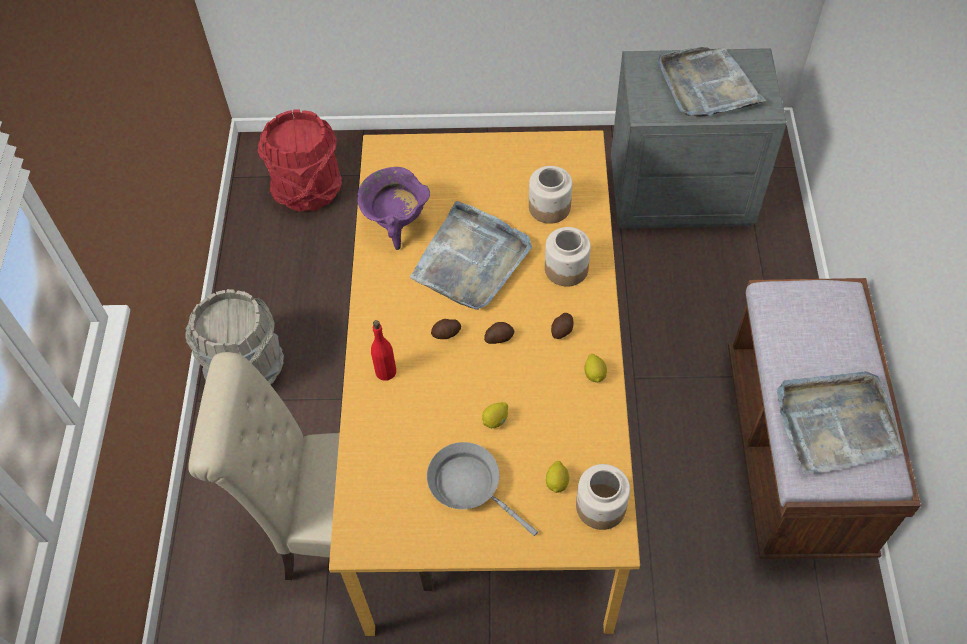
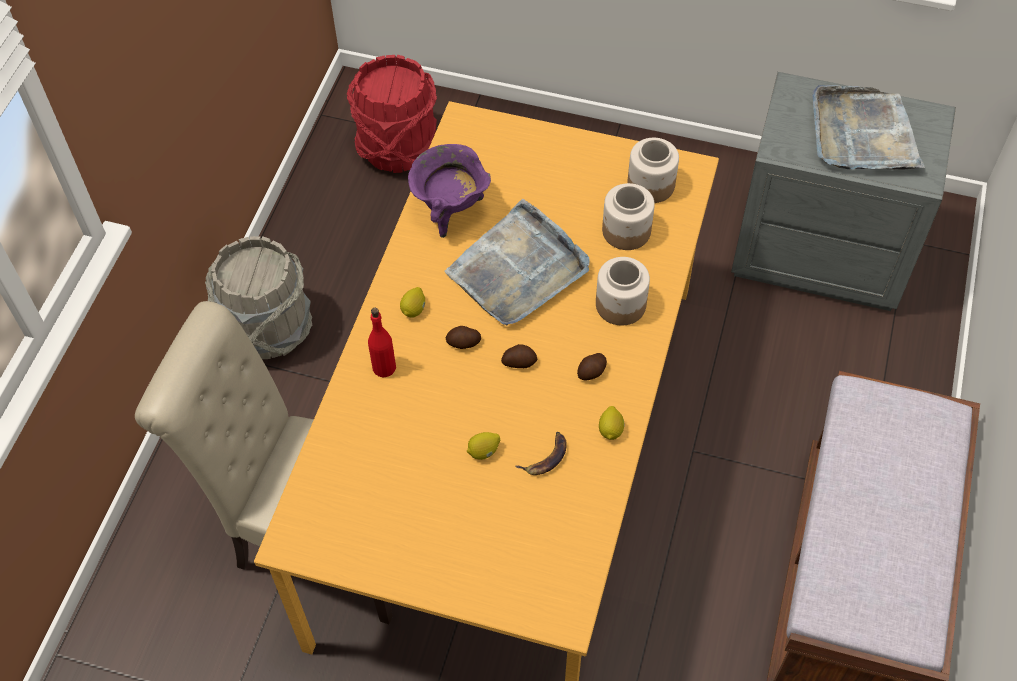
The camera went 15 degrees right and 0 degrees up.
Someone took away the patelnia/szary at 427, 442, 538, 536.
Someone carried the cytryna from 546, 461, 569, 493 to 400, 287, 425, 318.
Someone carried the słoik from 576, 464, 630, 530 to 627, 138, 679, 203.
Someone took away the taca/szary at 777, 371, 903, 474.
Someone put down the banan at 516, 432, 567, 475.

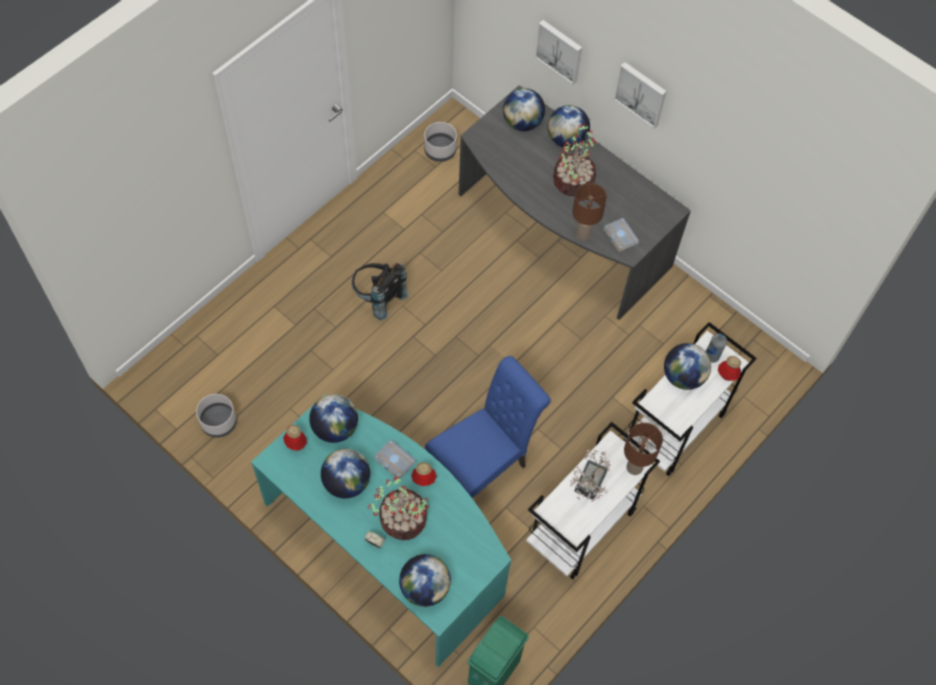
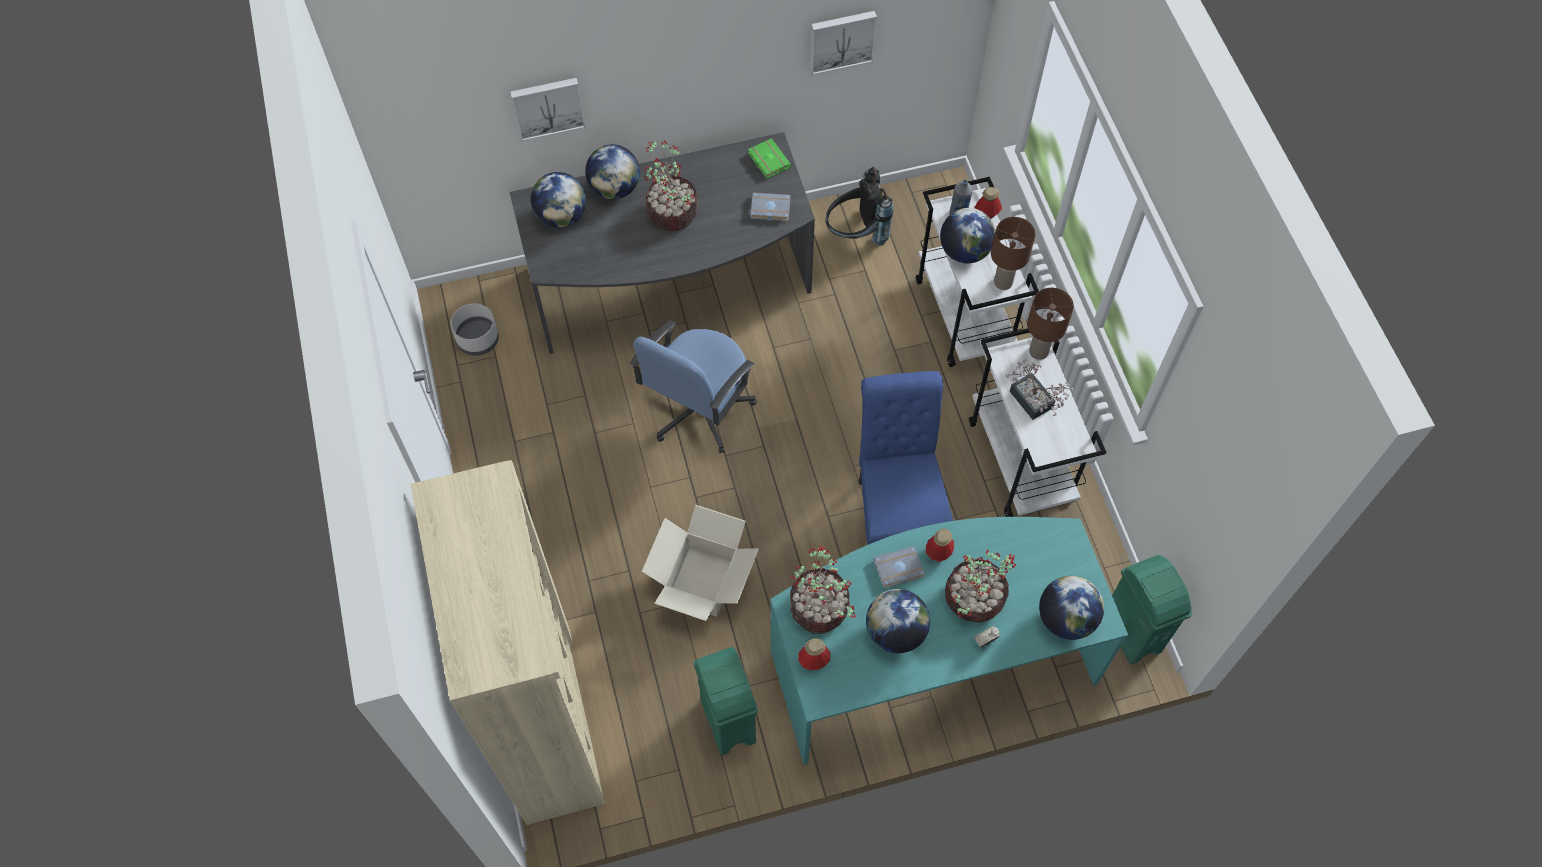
The camera went 55 degrees left and 0 degrees up.
Someone took away the donica/szary at 196, 394, 237, 438.
Someone swapped the globus at 309, 394, 358, 443 for the roślina doniczkowa at 790, 545, 856, 634.
Someone carried the plecak/czarny from 352, 263, 408, 321 to 825, 167, 893, 246.
Someone carried the lampa stołowa/brązowy from 572, 183, 607, 240 to 991, 217, 1036, 290.
Someone carried the obraz from 614, 62, 667, 128 to 810, 11, 877, 75.
Someone put down the regał/beżowy at 411, 460, 605, 825.
Someone put down the krzesło biurowe/niebieski at 630, 320, 757, 453.
Someone put down the karton at 642, 505, 759, 621.
Someone put down the kosz na śmieci/zielony at 694, 647, 758, 755.
Someone put down the książka/zielony at 748, 139, 791, 179.

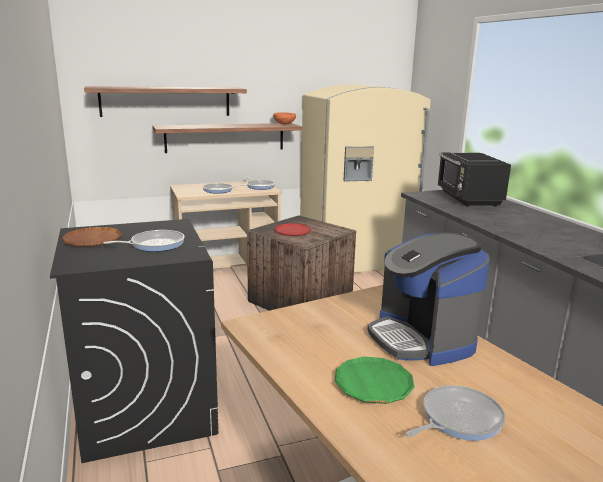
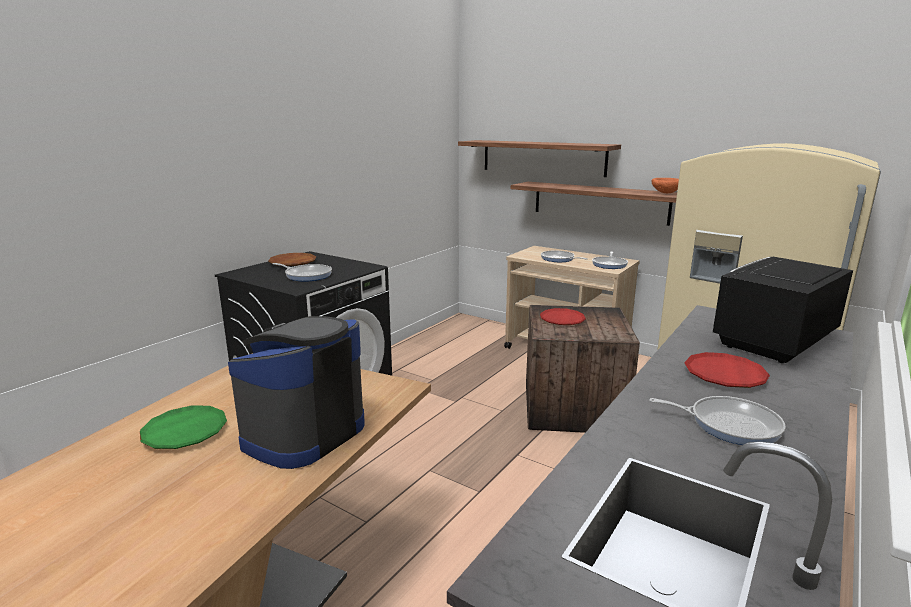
The camera went 55 degrees right and 0 degrees up.
Someone carried the patelnia from 406, 385, 506, 441 to 649, 396, 786, 445.
Someone put down the talerz/czerwony at 684, 352, 770, 388.

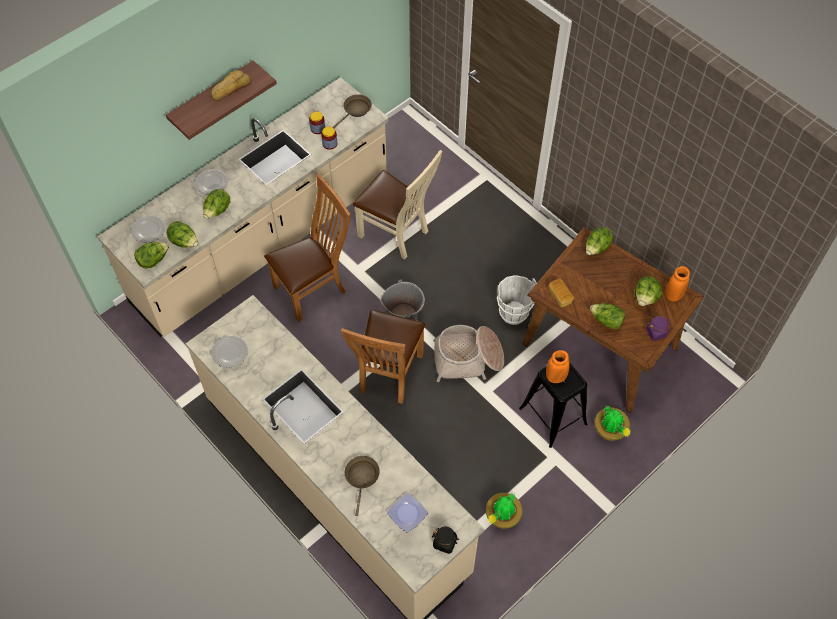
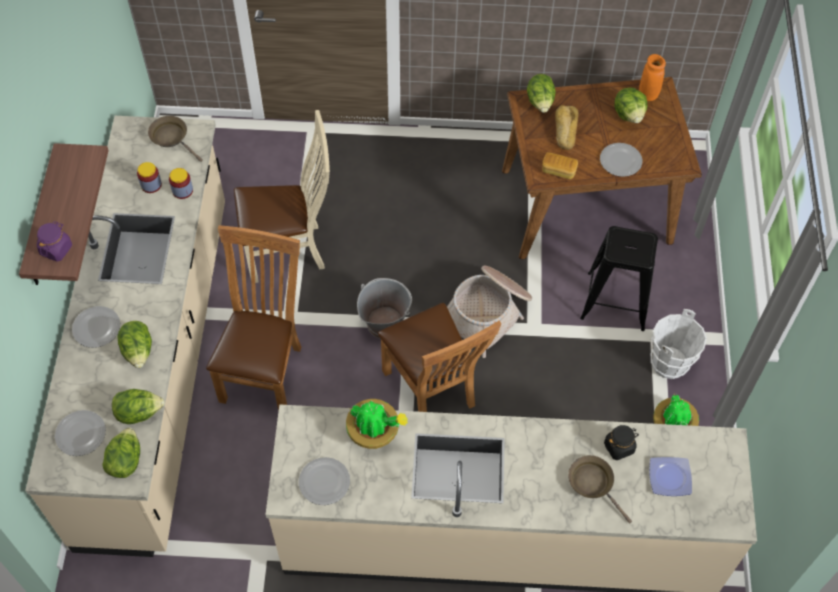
The camera went 45 degrees left and 0 degrees up.
Someone carried the chleb from 211, 70, 251, 101 to 555, 105, 579, 150.
Someone rotated the patelnia/brązowy at 333, 94, 372, 128 by 45 degrees counterclockwise.
Someone carried the słoik/czarny from 432, 526, 459, 554 to 604, 425, 639, 460.
Someone carried the wiadro/biały from 497, 275, 537, 325 to 651, 309, 707, 379.
Someone took away the wazon/pomarańczowy at 546, 350, 570, 383.
Someone swapped the sałata at 590, 303, 625, 330 for the talerz at 600, 143, 642, 177.
Someone carried the roślina doniczkowa from 594, 406, 631, 441 to 346, 399, 408, 449.
Someone carried the słoik/fioletowy from 646, 316, 671, 341 to 37, 221, 72, 262.

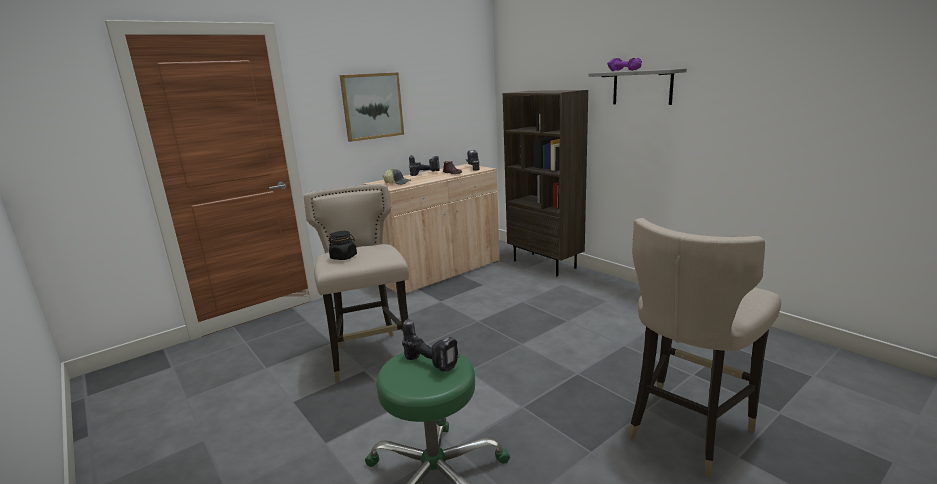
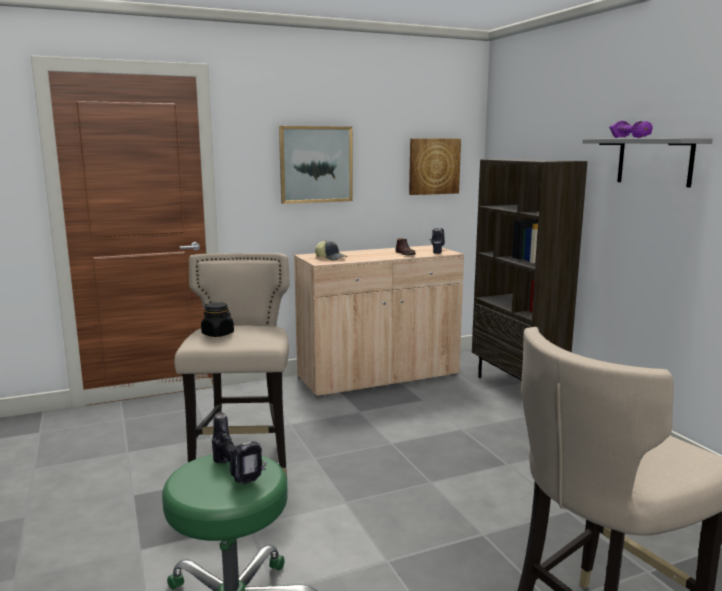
The camera went 15 degrees right and 5 degrees down.
Someone took away the wiertarka at 409, 155, 440, 176.
Someone put up the obraz at 409, 139, 461, 195.

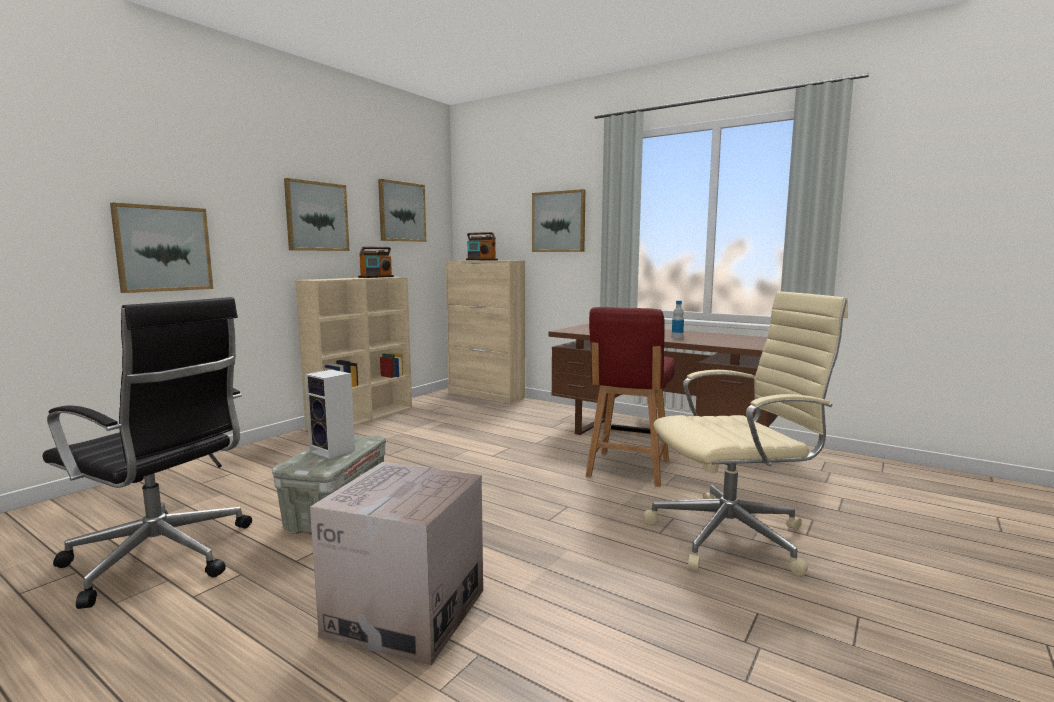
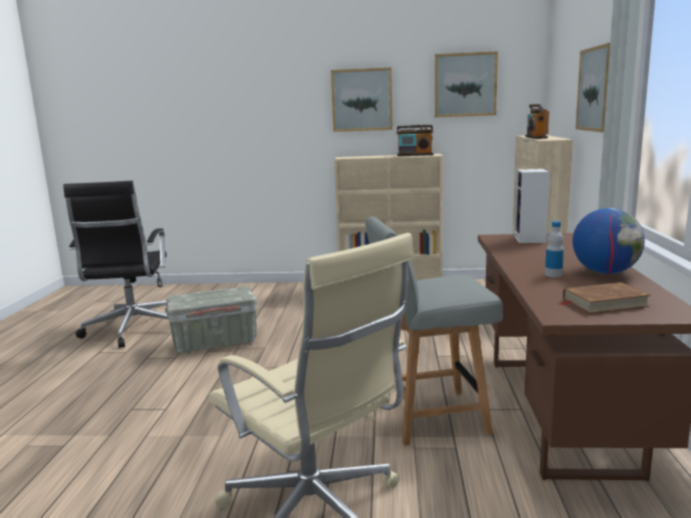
The camera went 60 degrees right and 5 degrees up.
Someone took away the obraz at 110, 203, 213, 293.
Someone carried the głośnik from 305, 369, 355, 459 to 514, 169, 550, 243.
Someone took away the karton at 310, 462, 483, 666.
Someone repainted the krzesło/czerwony at 586, 307, 675, 487, which became the krzesło/szary at 365, 217, 503, 446.
Someone put down the książka/brązowy at 559, 282, 650, 314.
Someone put down the globus at 572, 208, 645, 274.

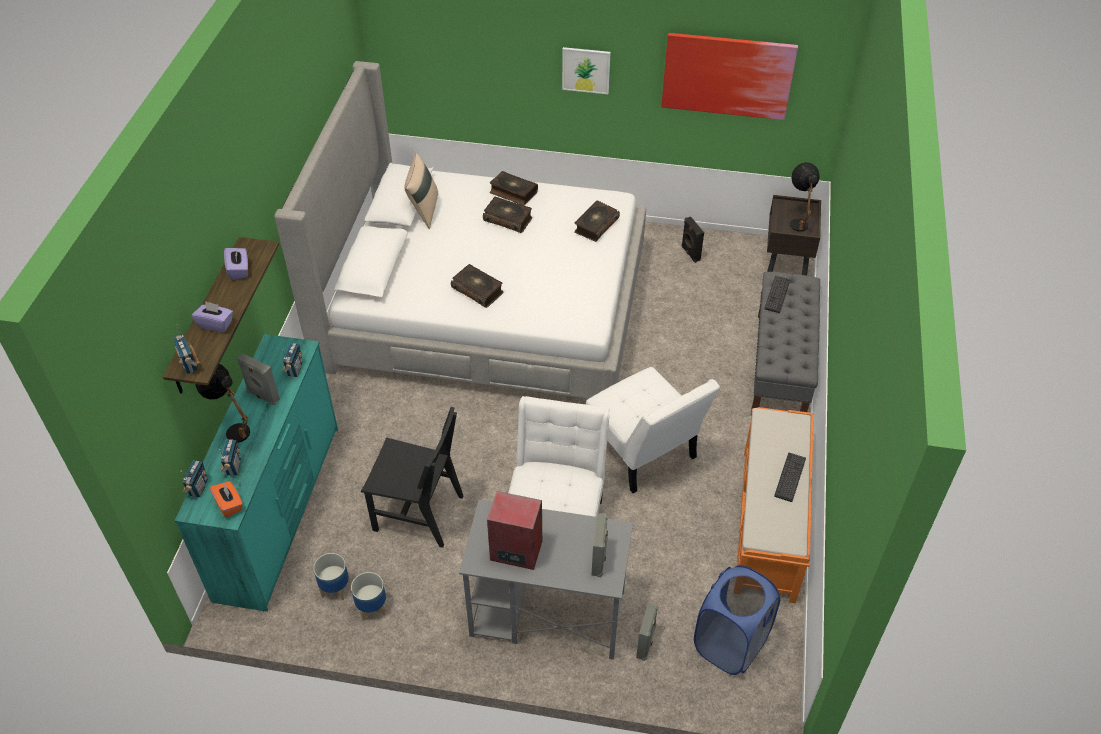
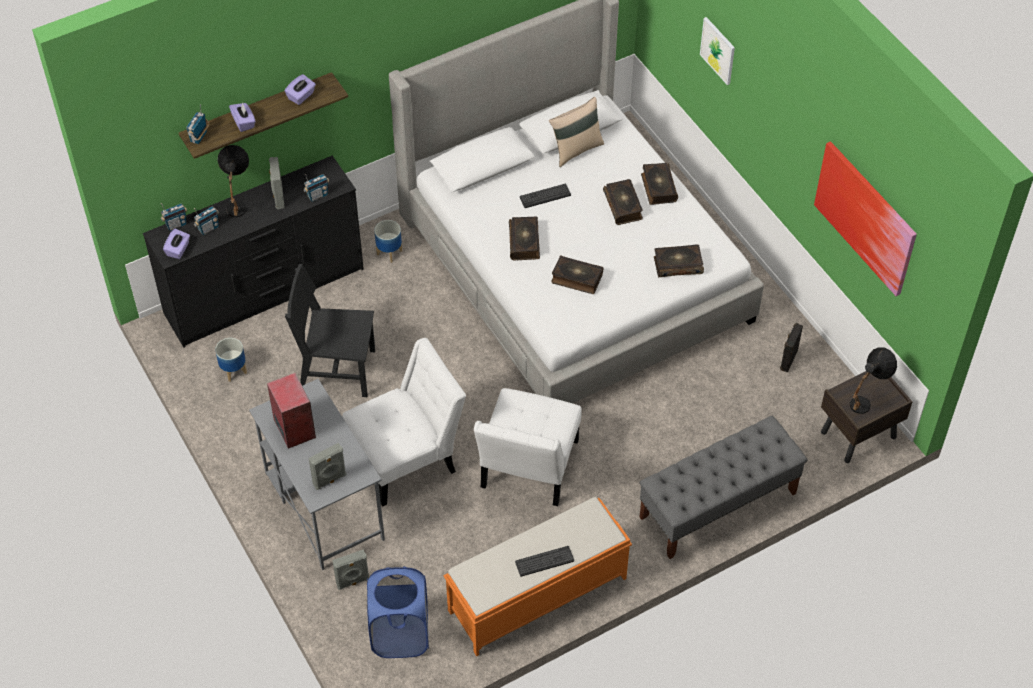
The camera went 50 degrees right and 5 degrees up.
Someone repainted the komoda/turkusowy at 175, 334, 338, 612, which became the komoda/czarny at 143, 155, 364, 348.
Someone repainted the pudełko chusteczek/pomarańczowy at 210, 481, 243, 517, which became the pudełko chusteczek/fioletowy at 163, 229, 190, 259.
Someone carried the donica from 351, 572, 386, 621 to 374, 220, 402, 263.
Someone rotated the krzesło/czarny at 361, 407, 463, 548 by 120 degrees clockwise.
Someone carried the obraz from 562, 47, 611, 94 to 700, 17, 735, 85.
Someone carried the klawiatura from 764, 276, 790, 313 to 520, 184, 571, 208.
Someone put down the książka at 551, 255, 603, 294.

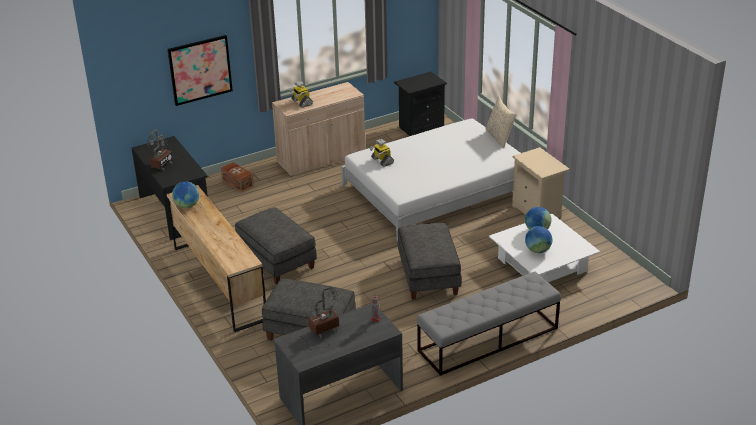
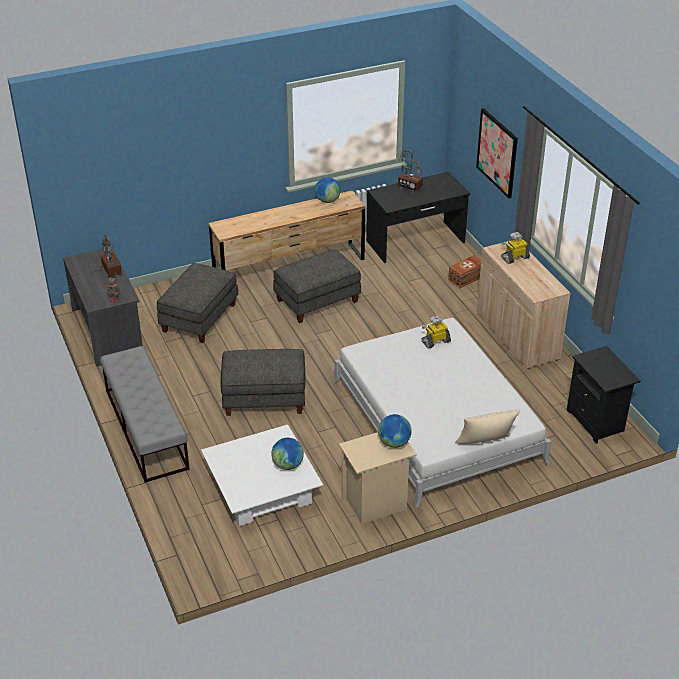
The camera went 95 degrees right and 5 degrees up.
Someone carried the globus from 525, 226, 552, 253 to 378, 414, 412, 448.

